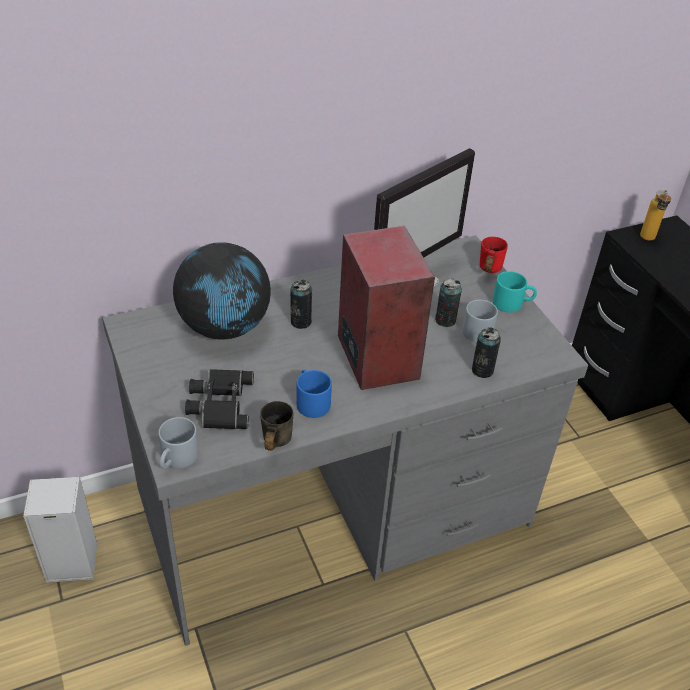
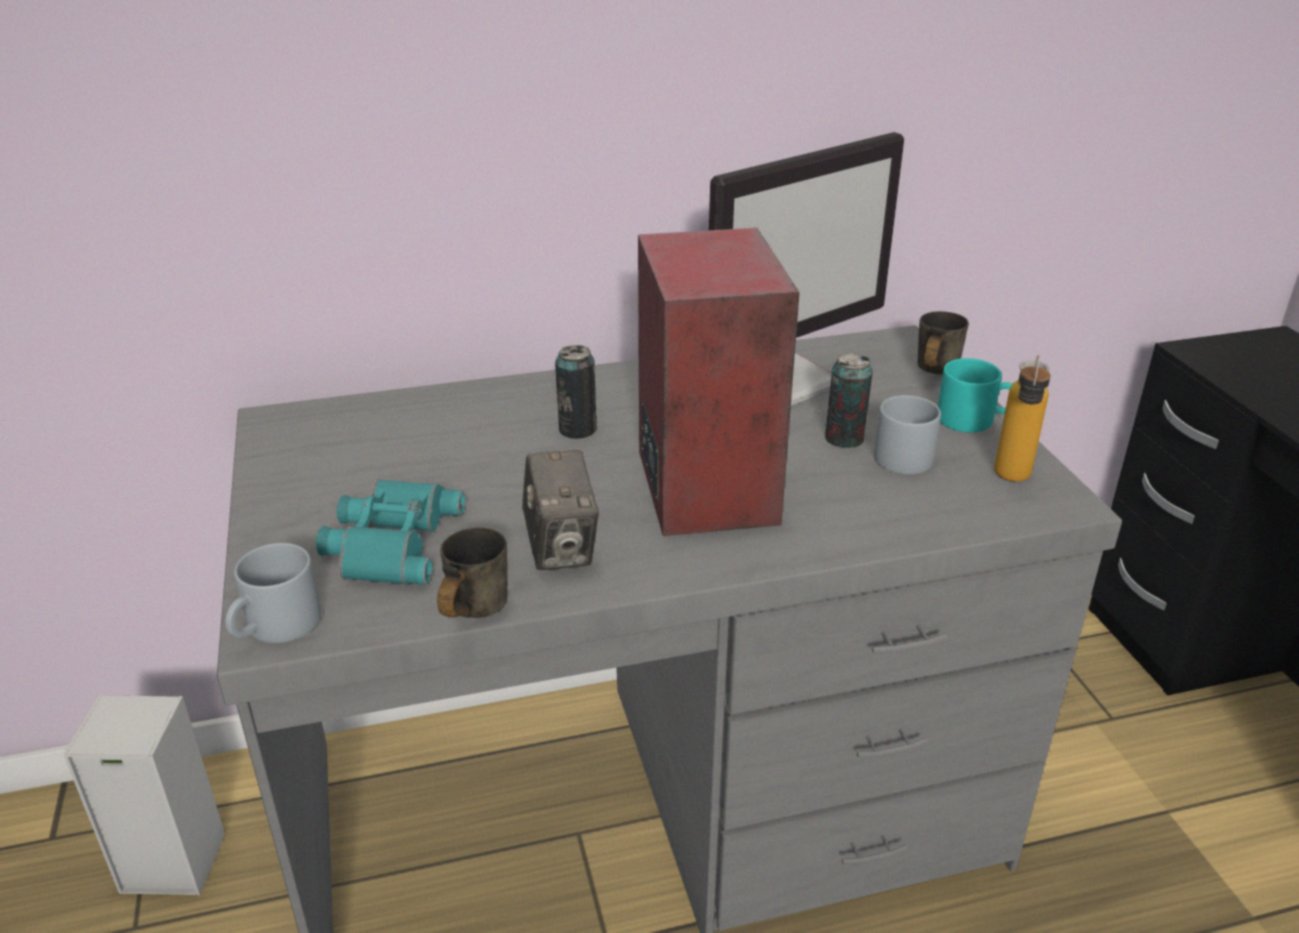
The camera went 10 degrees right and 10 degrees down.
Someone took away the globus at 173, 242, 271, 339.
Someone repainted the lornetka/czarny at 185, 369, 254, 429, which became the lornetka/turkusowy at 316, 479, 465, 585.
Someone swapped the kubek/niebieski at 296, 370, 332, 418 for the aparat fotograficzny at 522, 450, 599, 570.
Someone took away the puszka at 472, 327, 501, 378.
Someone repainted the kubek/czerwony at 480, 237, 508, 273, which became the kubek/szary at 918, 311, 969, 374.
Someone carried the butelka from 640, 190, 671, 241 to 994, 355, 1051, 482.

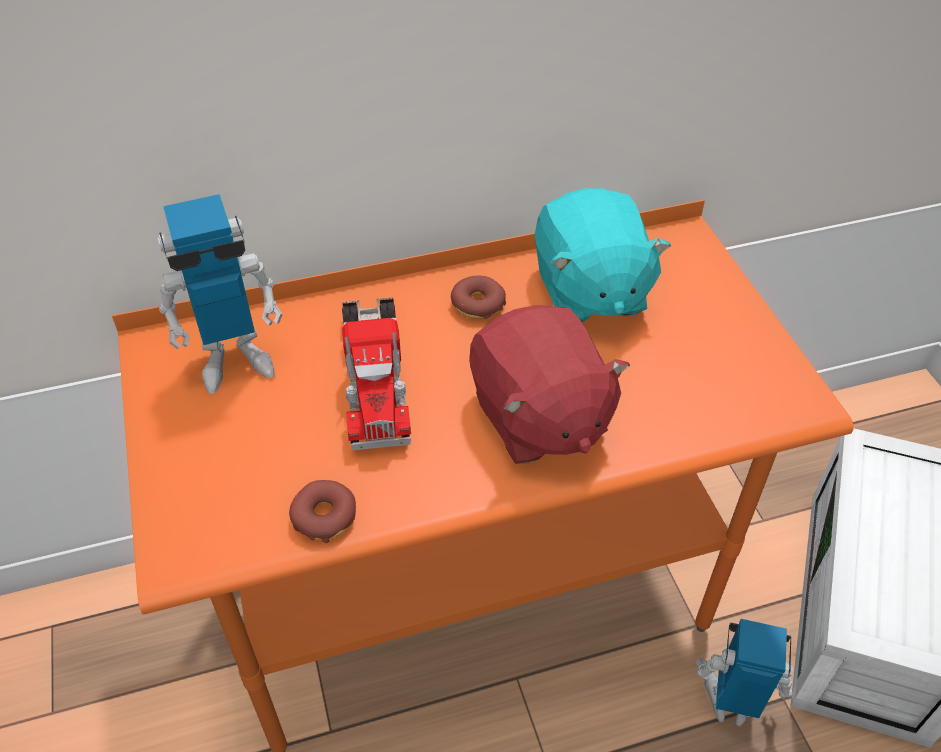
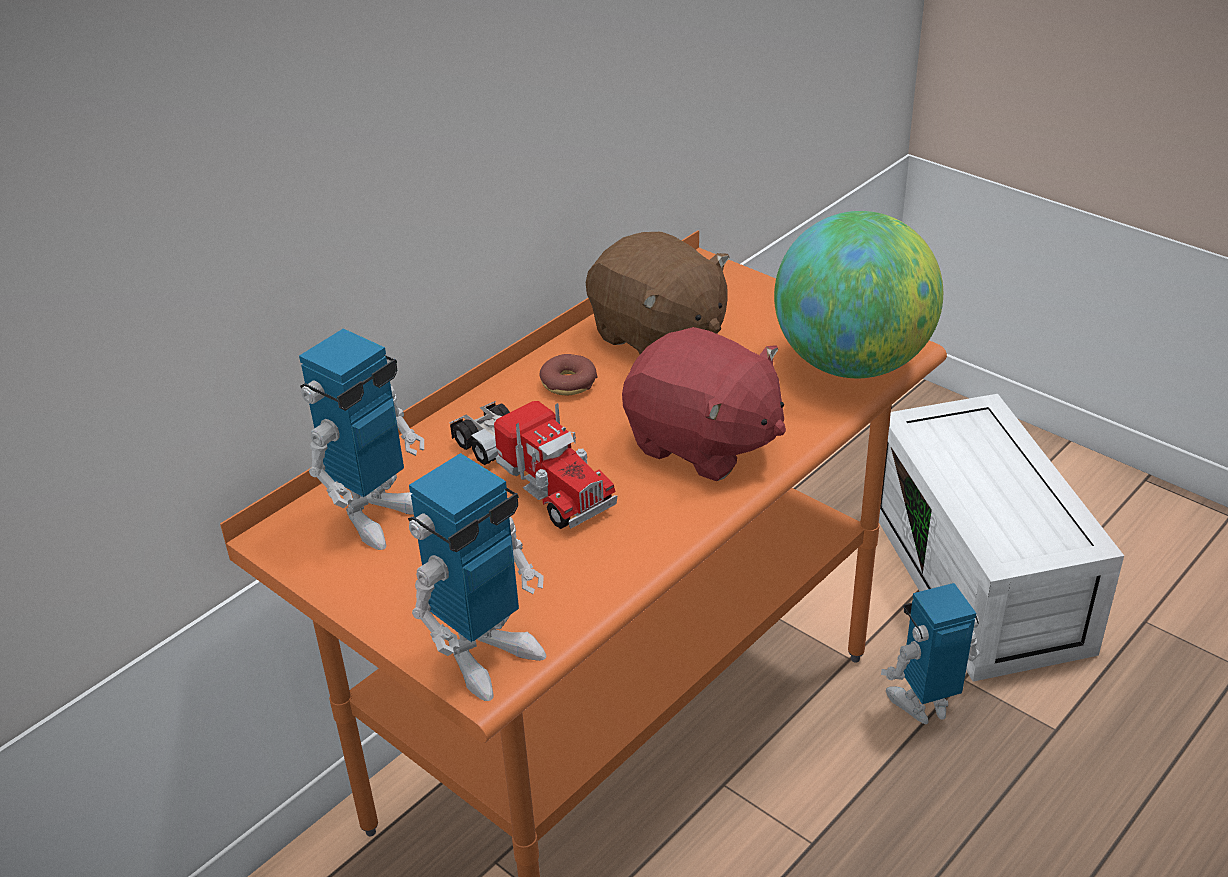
The camera went 30 degrees left and 10 degrees down.
Someone took away the donut at 289, 480, 356, 543.
Someone repainted the pluszak/turkusowy at 534, 188, 671, 322, which became the pluszak/brązowy at 586, 232, 730, 354.
Someone put down the robot zabawkowy at 408, 453, 547, 701.
Someone put down the globus at 774, 211, 943, 379.

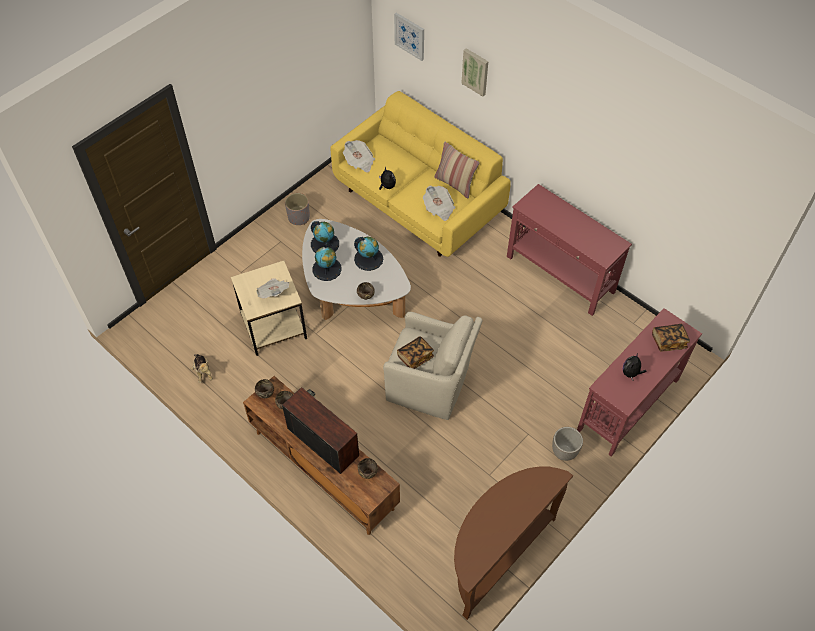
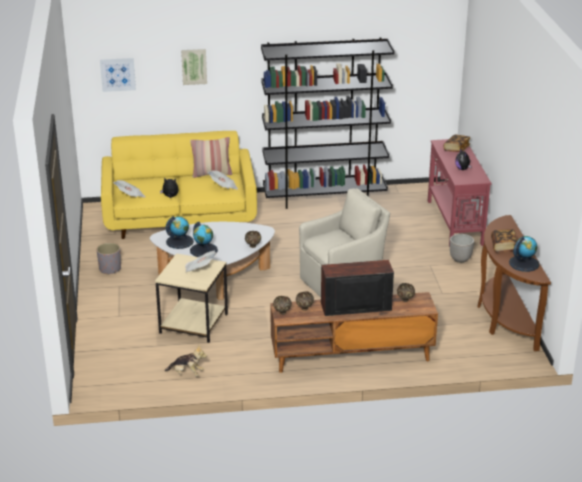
The camera went 50 degrees left and 25 degrees down.
Someone carried the globus from 354, 237, 383, 271 to 509, 236, 540, 272.
Someone carried the książka from 397, 336, 434, 369 to 491, 229, 517, 253.
Someone swapped the stolik konsolowy/czerwony at 507, 184, 632, 316 for the regał/czarny at 261, 37, 394, 209.

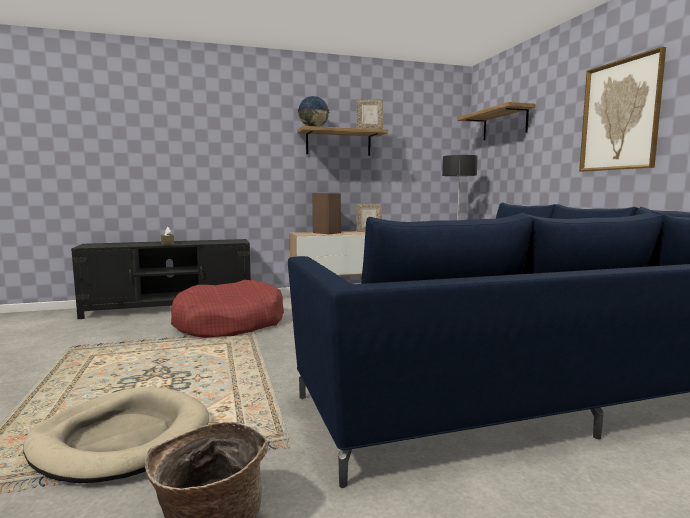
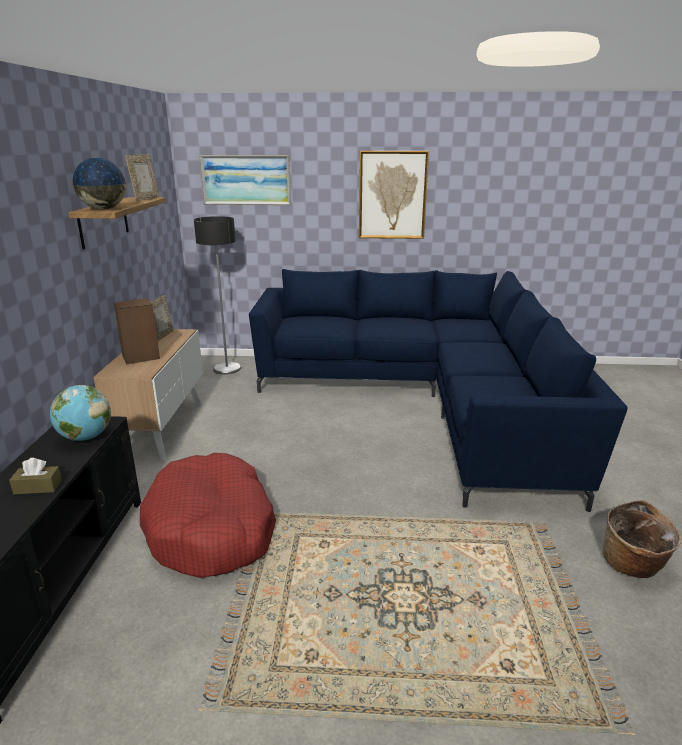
The camera went 70 degrees left and 15 degrees up.
Someone took away the legowisko/beżowy at 23, 387, 209, 483.
Someone swapped the półka at 457, 102, 536, 140 for the obraz at 199, 155, 291, 205.
Someone put down the globus at 50, 385, 111, 441.

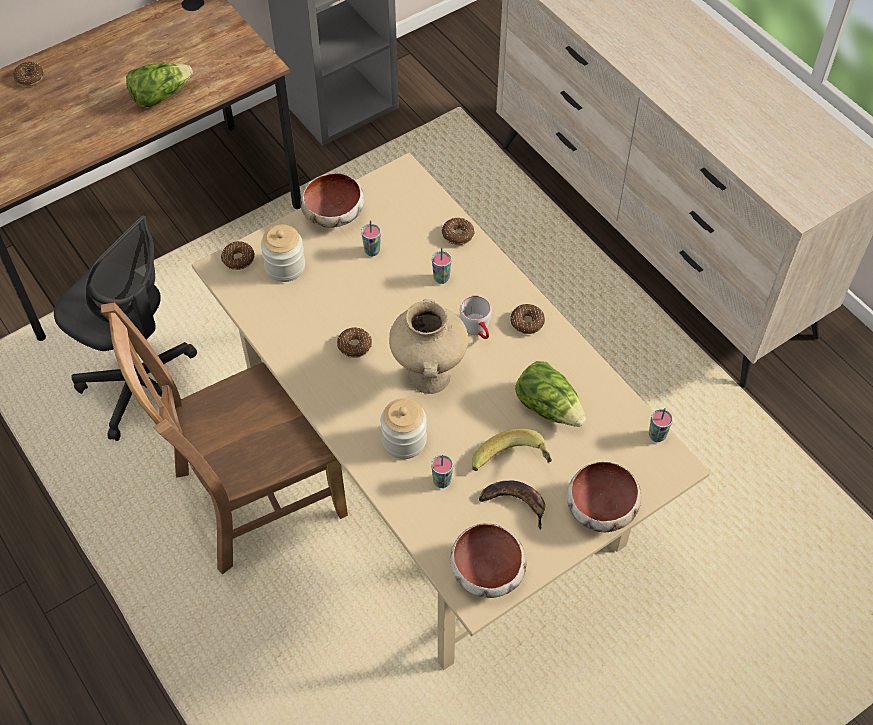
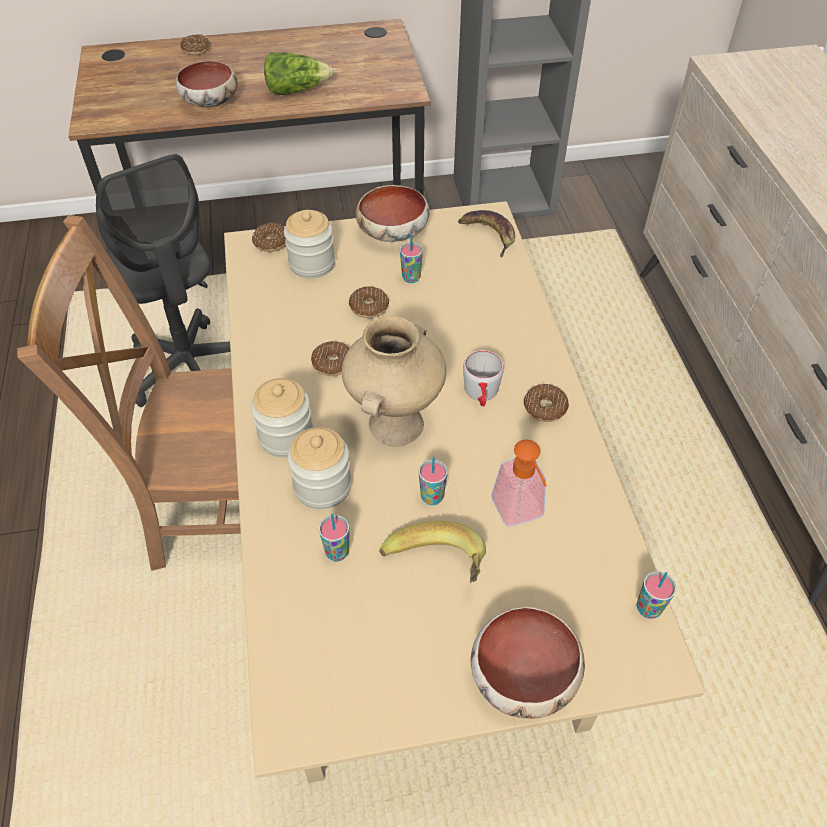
The camera went 25 degrees right and 5 degrees down.
Someone carried the filiżanka from 432, 248, 452, 284 to 419, 456, 448, 505.
Someone carried the donut from 442, 218, 475, 245 to 349, 286, 389, 318.
Someone carried the miska from 450, 523, 527, 598 to 176, 61, 238, 107.
Someone carried the banan from 479, 480, 545, 530 to 458, 210, 515, 257.
Someone swapped the sałata at 515, 361, 586, 427 for the dozownik mydła at 492, 439, 547, 527.
Someone put down the słoik at 251, 378, 314, 457.

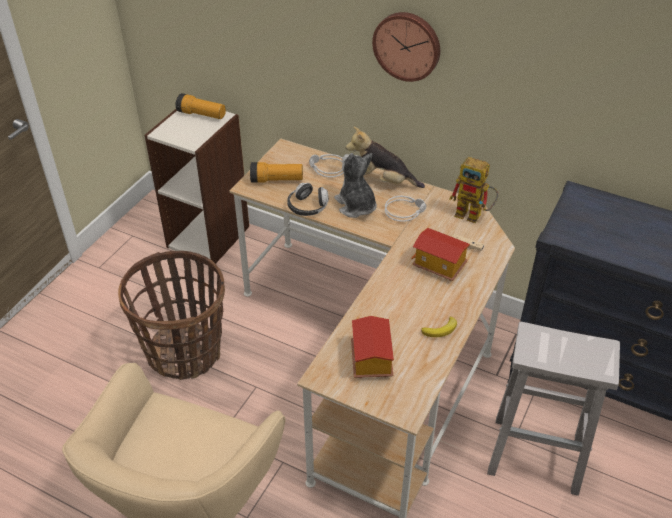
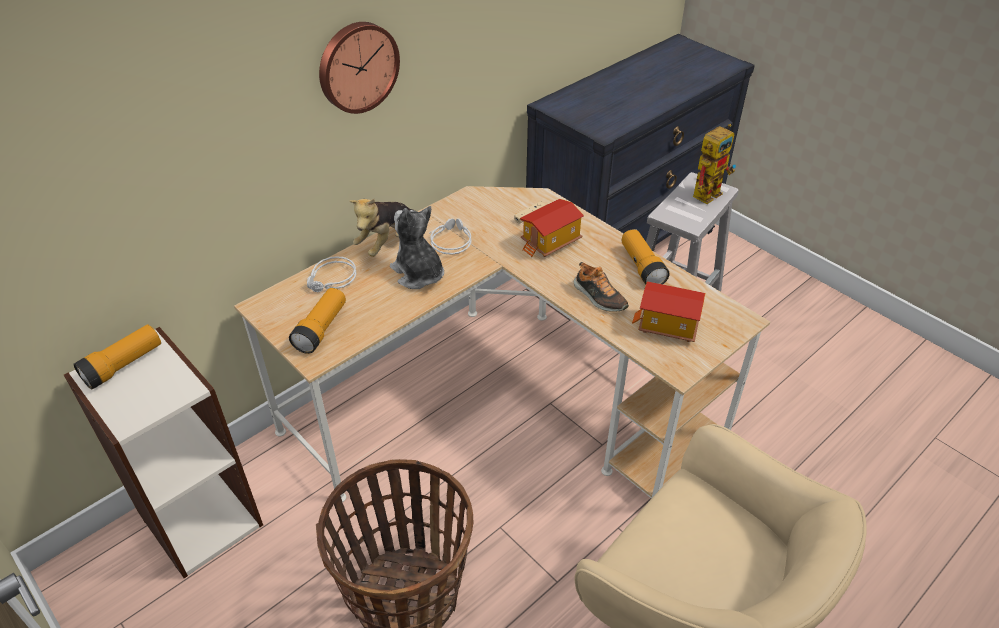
The camera went 70 degrees left and 0 degrees up.
Someone took away the słuchawki at 287, 183, 329, 216.
Someone rotated the pluszak at 334, 153, 377, 218 by 60 degrees clockwise.
Someone swapped the banan at 421, 317, 457, 337 for the latarka at 622, 229, 670, 285.
Someone carried the robot zabawkowy from 450, 157, 498, 223 to 693, 124, 736, 204.
Someone put down the but at 574, 262, 629, 311.

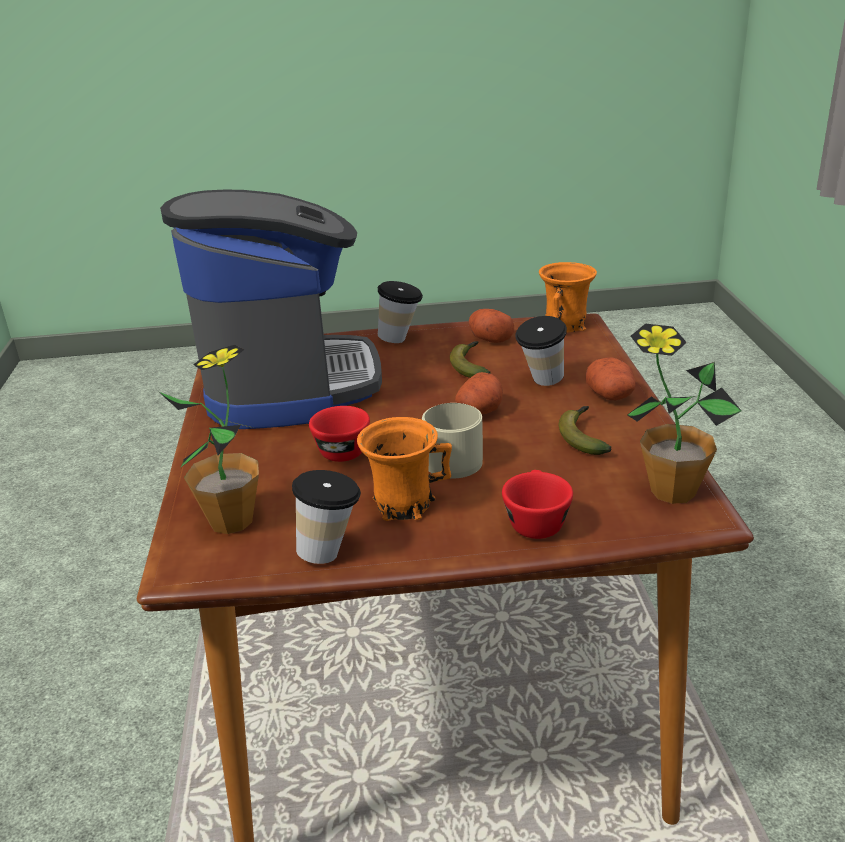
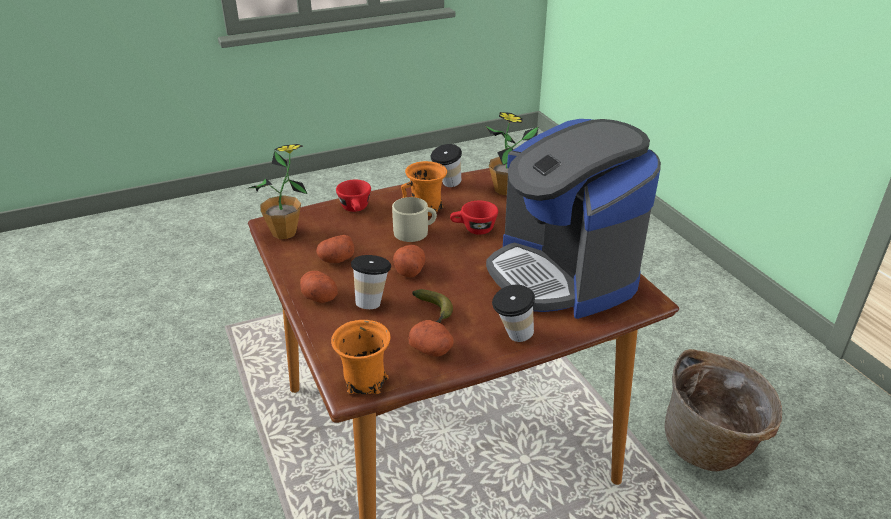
The camera went 160 degrees right and 5 degrees up.
Someone swapped the banan at 559, 406, 612, 455 for the ziemniak at 316, 235, 354, 263.
Someone put down the koszyk at 664, 349, 782, 471.

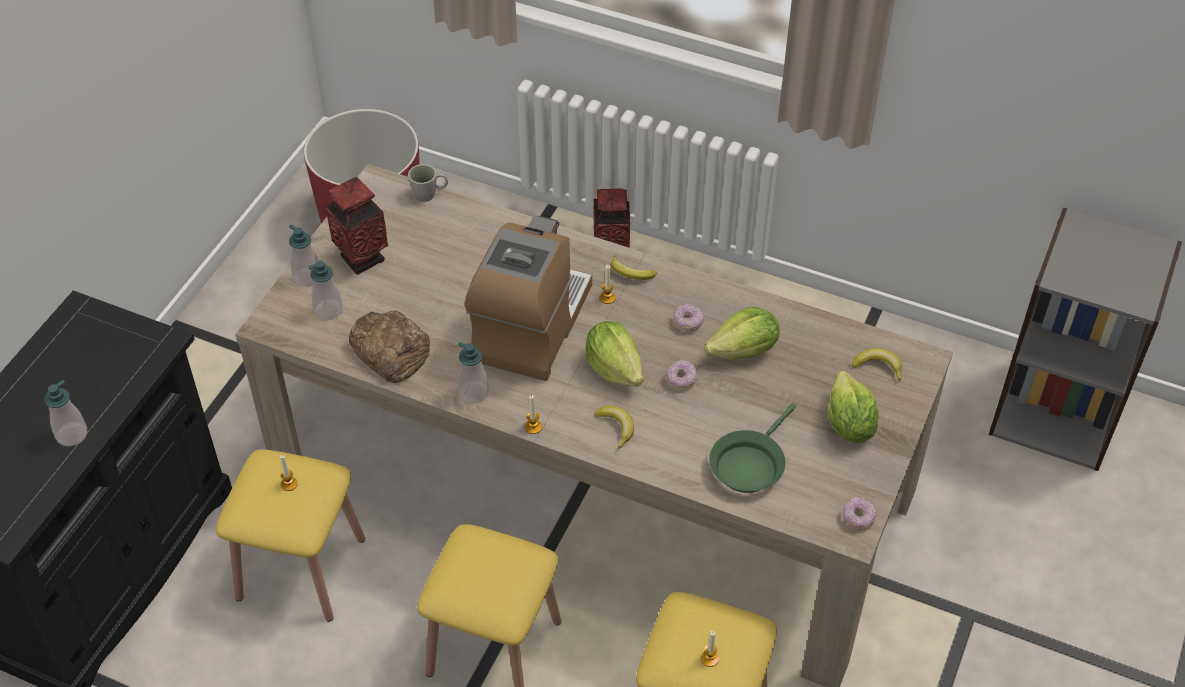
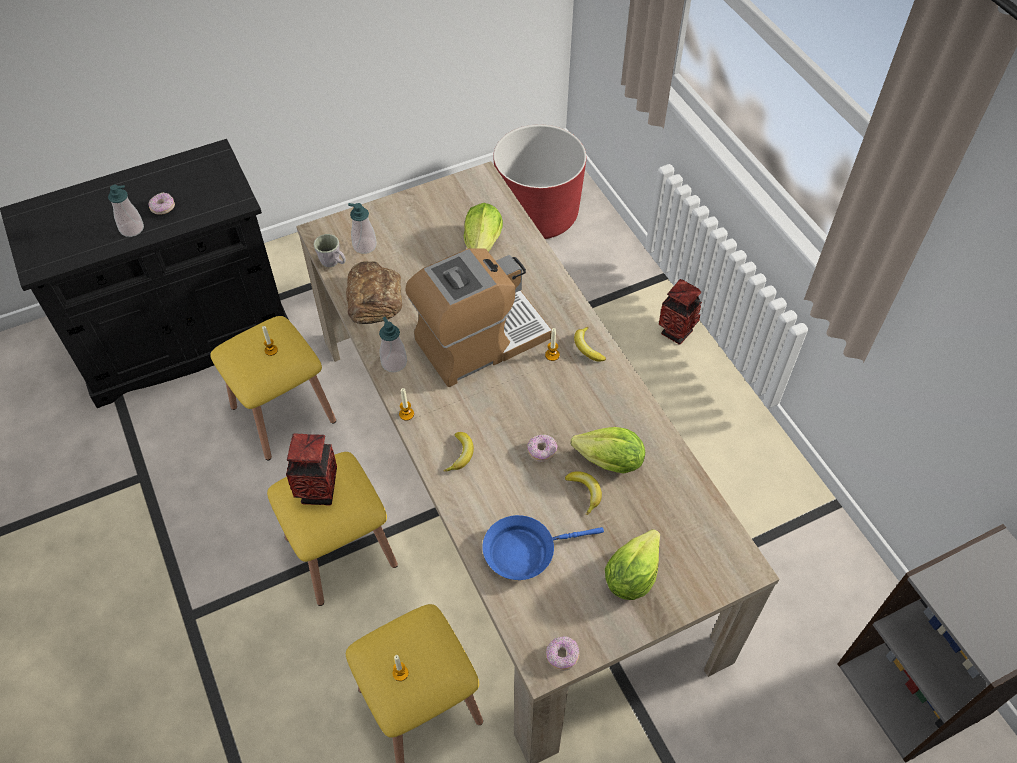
The camera went 40 degrees right and 5 degrees up.
Someone took away the dozownik mydła at 289, 224, 318, 287.
Someone carried the wazon from 326, 177, 388, 275 to 286, 434, 337, 506.
Someone carried the kubek/szary from 408, 164, 448, 202 to 314, 234, 346, 267.
Someone carried the sałata from 586, 321, 643, 386 to 464, 203, 503, 252.
Someone carried the donut from 673, 303, 704, 331 to 148, 192, 175, 215.
Someone repainted the patelnia/zielony at 709, 403, 796, 493, which became the patelnia/niebieski at 483, 515, 604, 580.
Someone carried the banan from 852, 348, 902, 382 to 565, 471, 602, 515.

